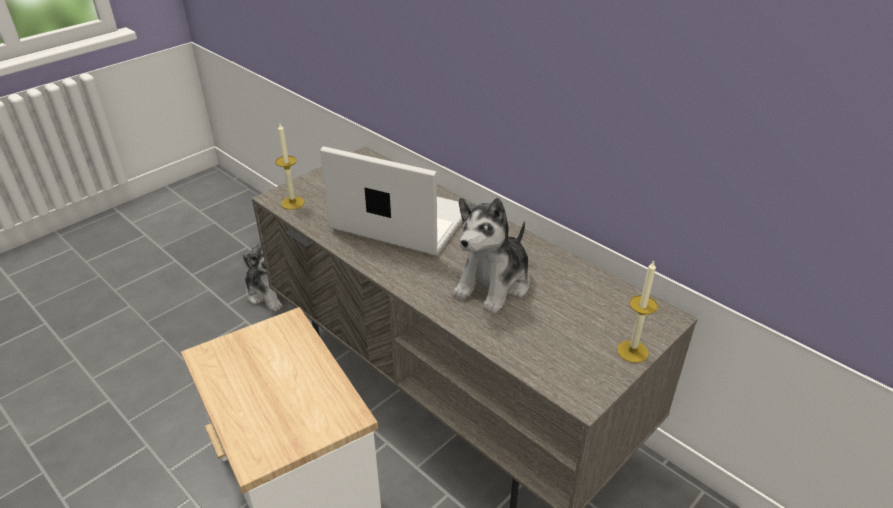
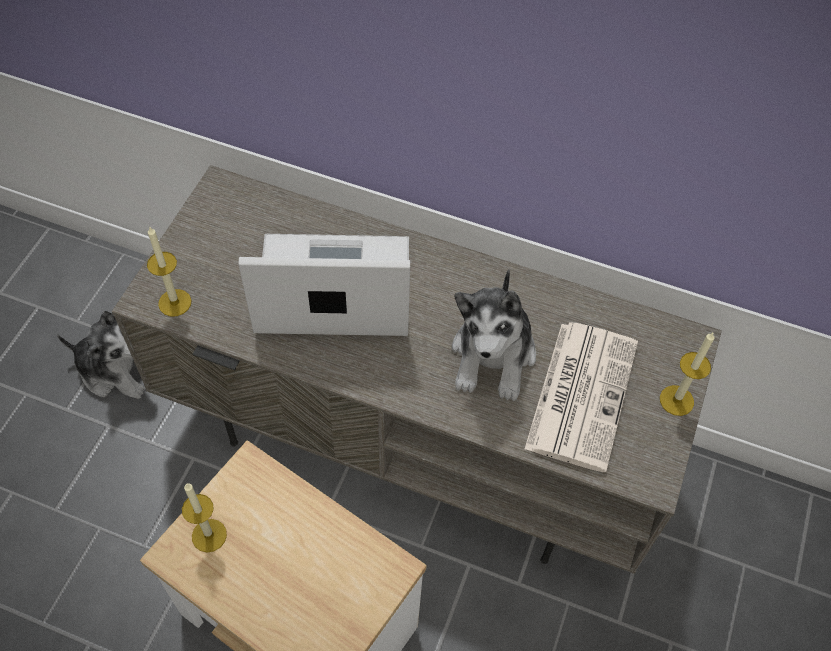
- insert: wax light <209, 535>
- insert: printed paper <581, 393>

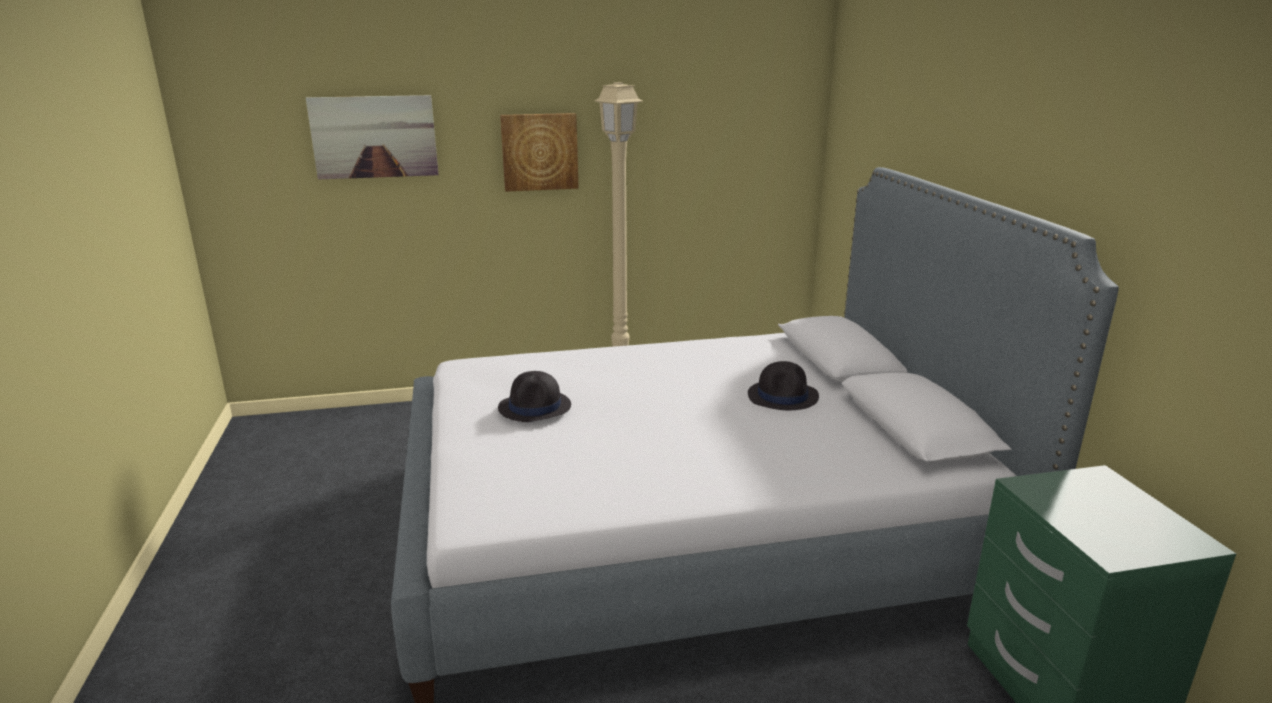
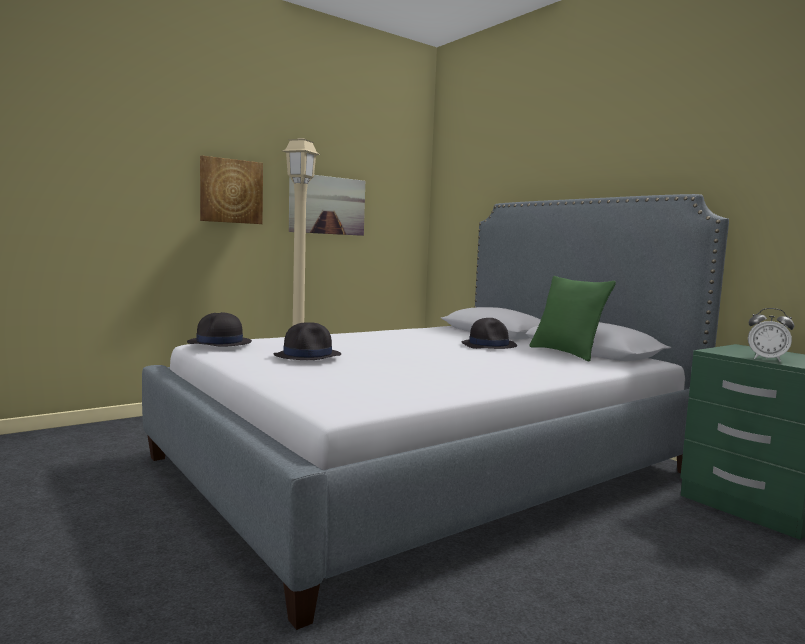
- move: wall picture <374, 137> to <327, 205>
- insert: blackish clothing hat <219, 343>
- insert: greenish throw pillow <566, 353>
- insert: alarm clock <766, 359>

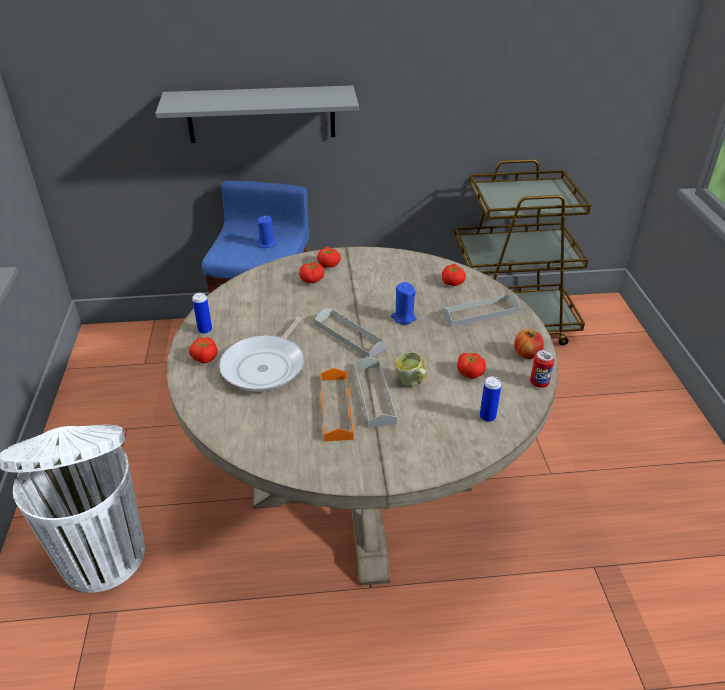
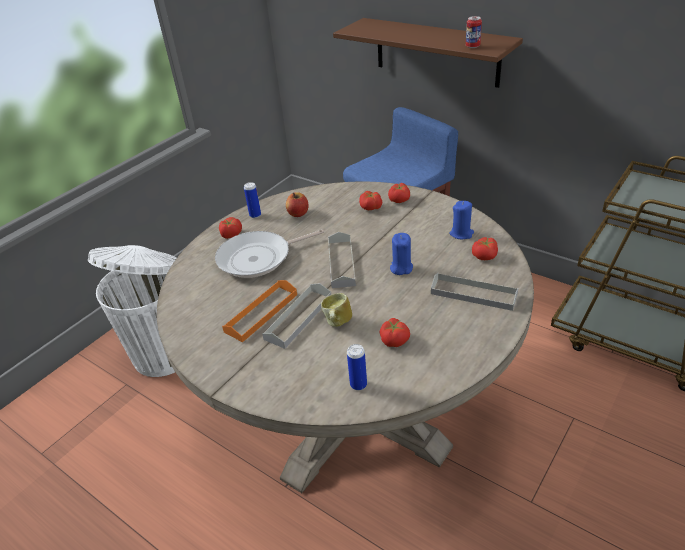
- recolor: gray wall shelf <261, 114> to brown wall shelf <436, 52>
- move: blue-coloured wax light <267, 244> to <461, 233>
- move: apple fruit <527, 354> to <298, 213>
- move: can <539, 383> to <472, 46>

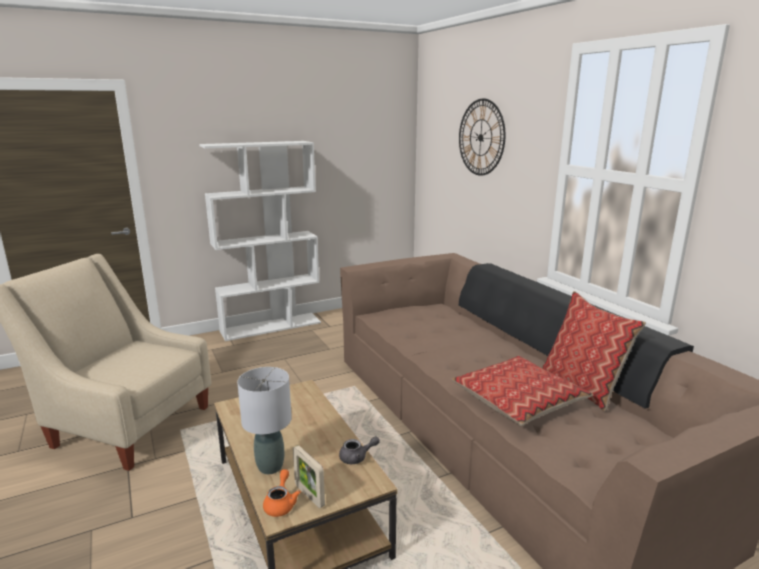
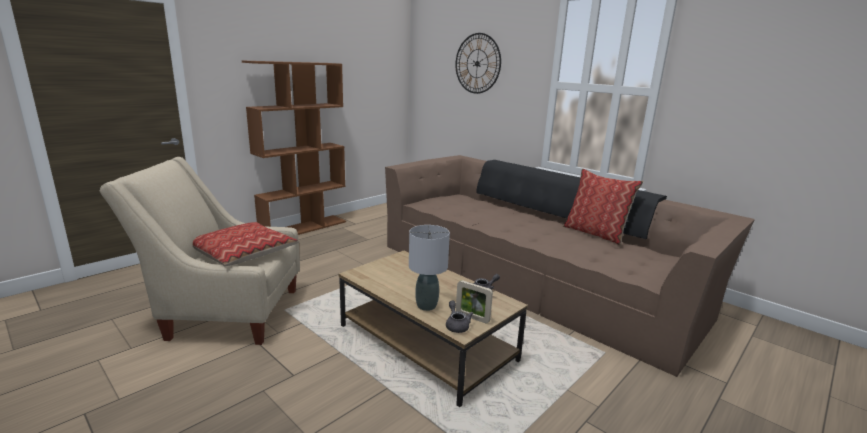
- recolor: whitish shelving unit <271, 326> to brown shelving unit <304, 228>
- recolor: orange-coloured tea pot <281, 503> to gray tea pot <456, 325>
- move: throw pillow <519, 400> to <243, 253>

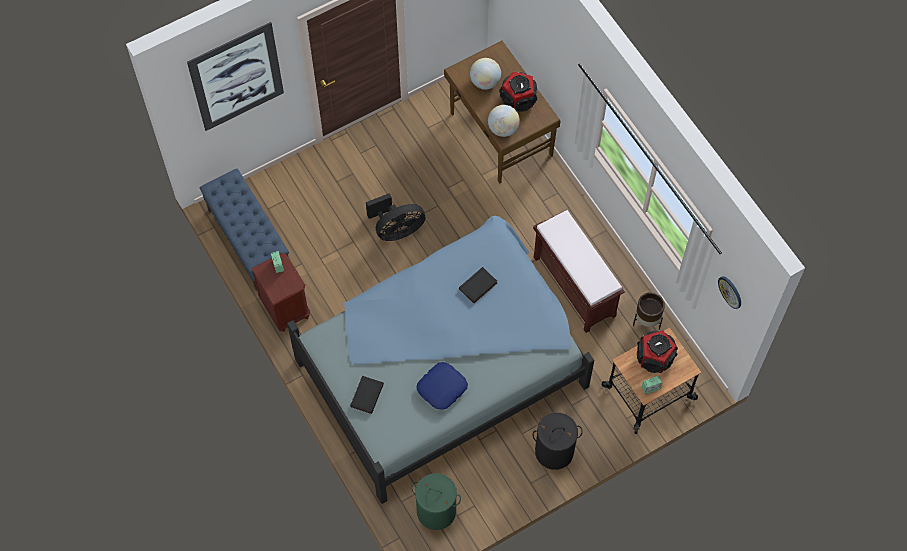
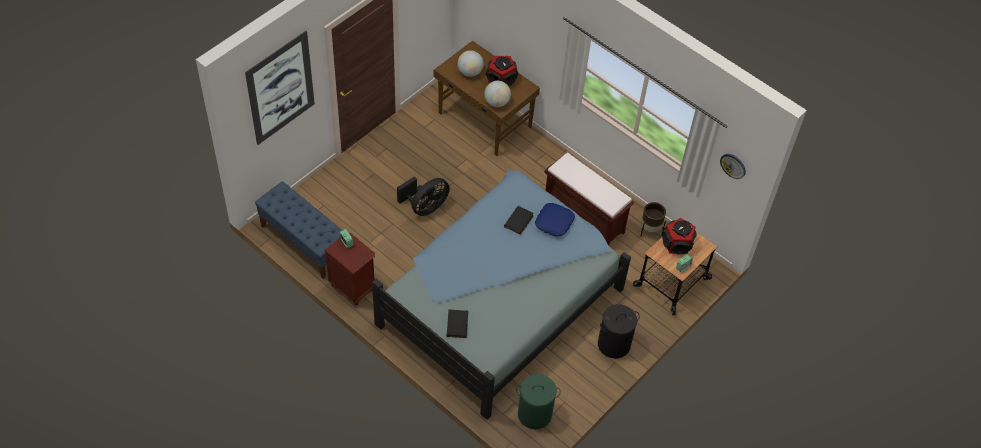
- move: blue-coloured throw pillow <441, 387> to <554, 222>

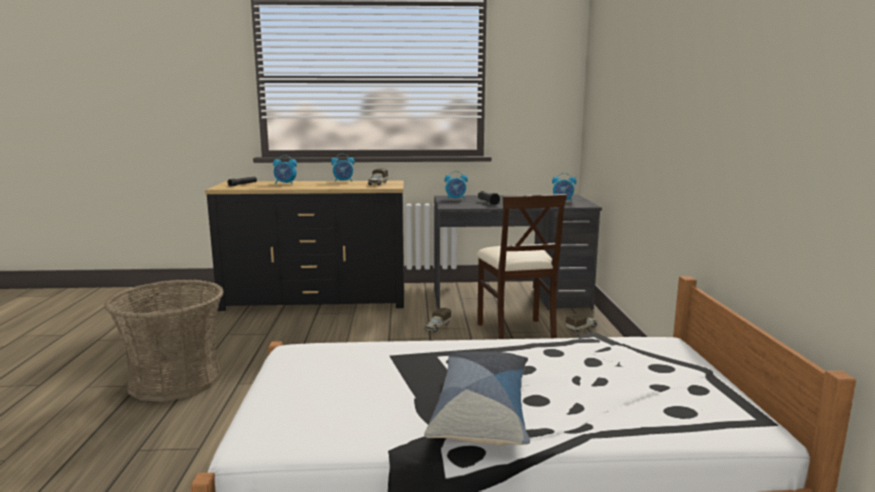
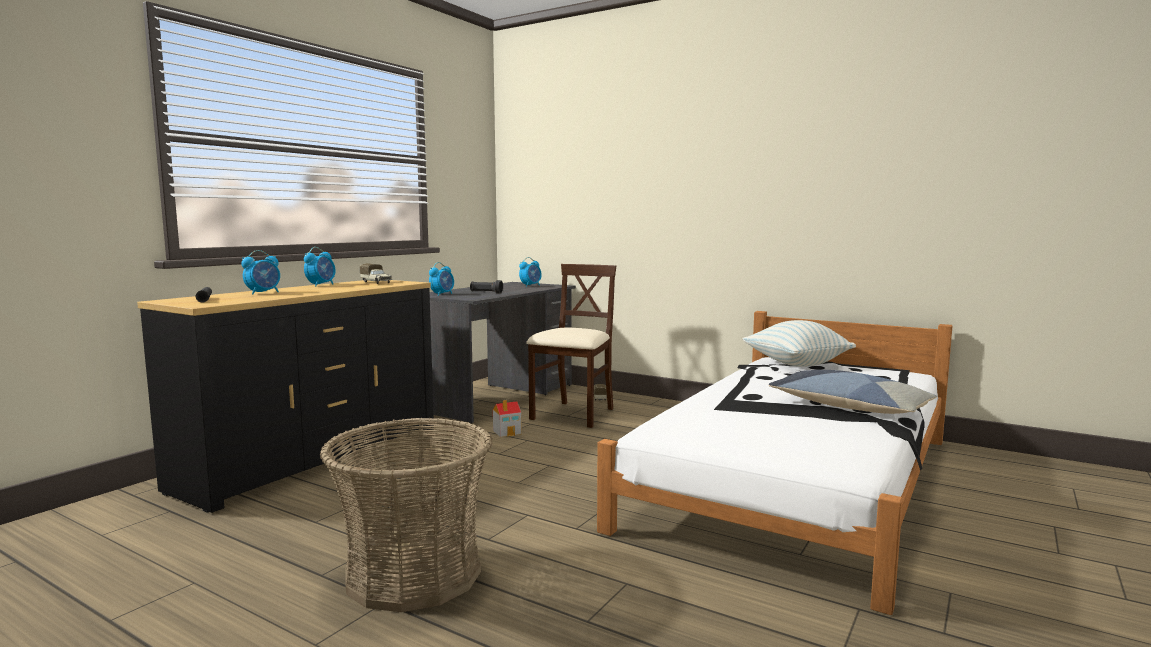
- replace: toy truck <437, 327> to miniature house <507, 432>
- rotate: beige plain chair <516, 333> = <574, 414> 90 degrees counterclockwise
- insert: throw pillow <796, 364>

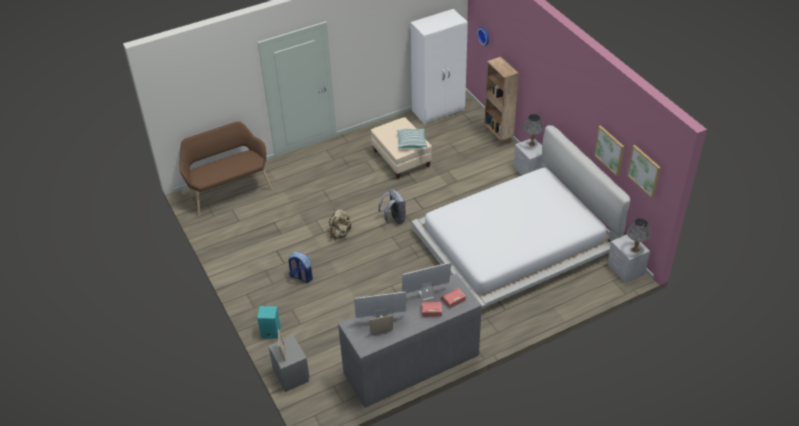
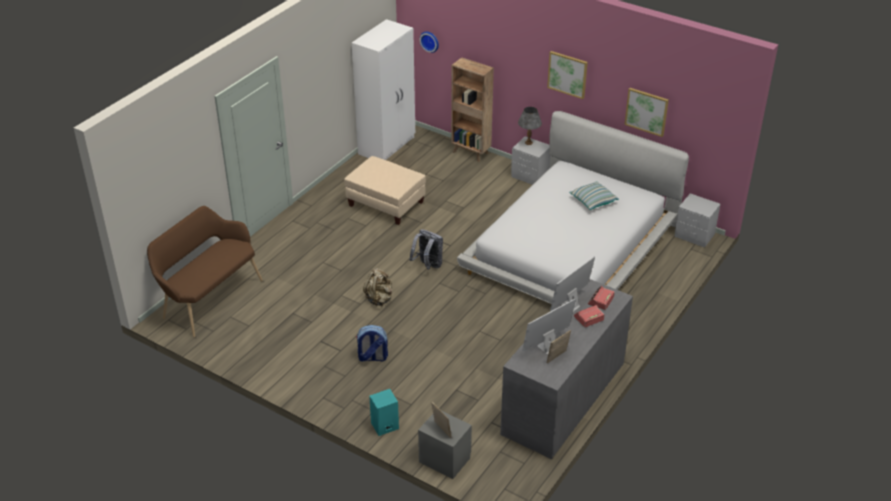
- move: throw pillow <411, 142> to <593, 201>
- move: wall picture <644, 171> to <567, 74>
- delete: gray tabletop lamp <635, 249>

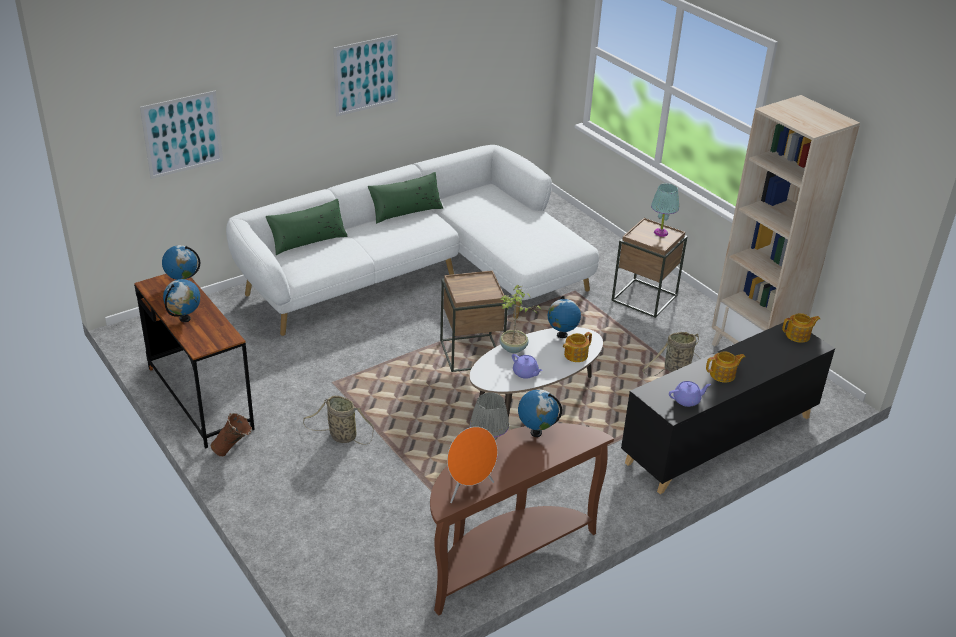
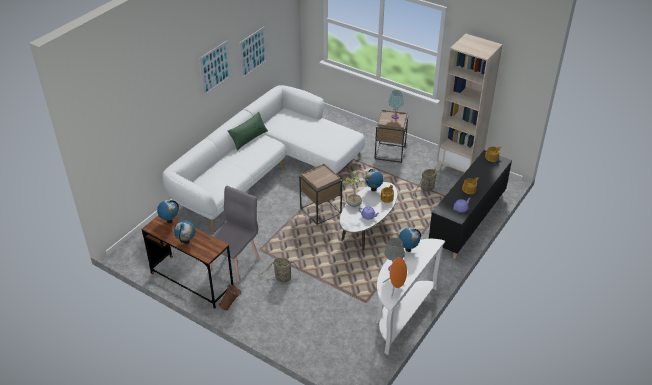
- move: wall picture <182, 134> to <253, 52>
- delete: greenish throw pillow <308, 241>
- recolor: brown hall table <504, 556> to whitish hall table <401, 314>
- insert: gray plain chair <235, 263>

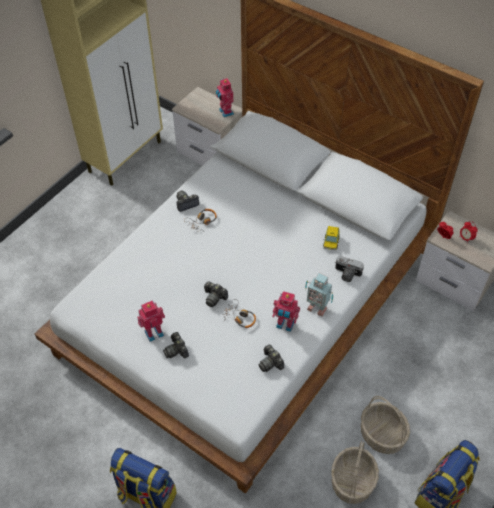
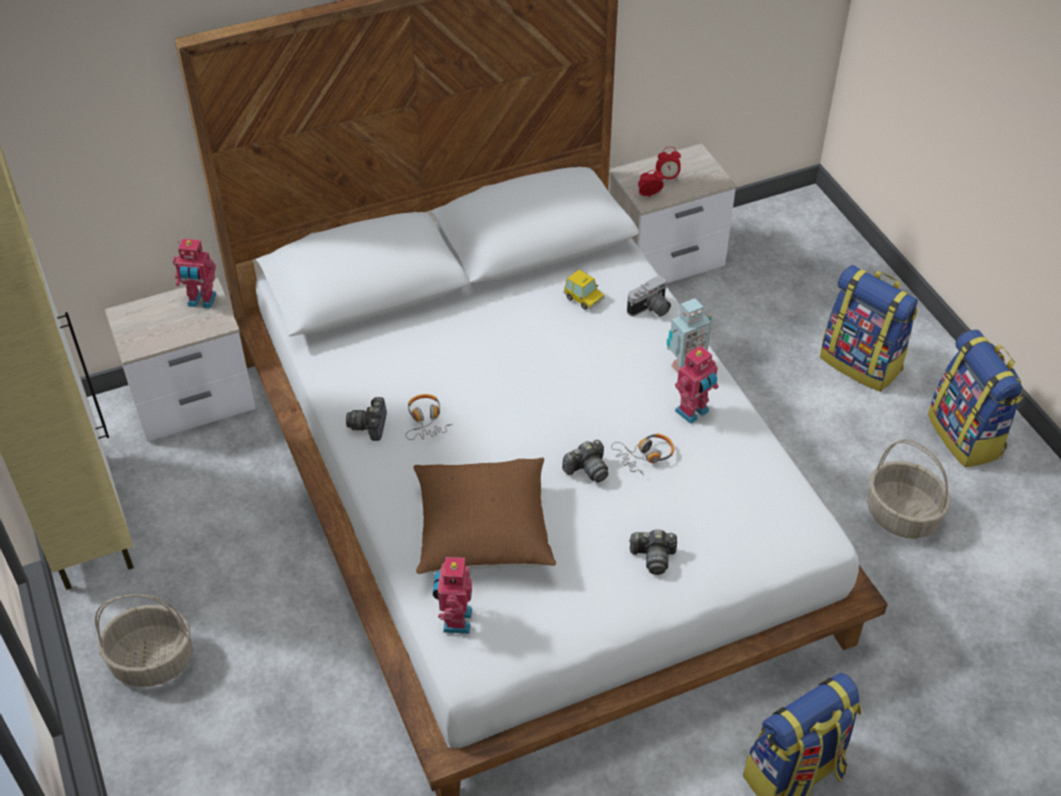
- move: toy robot <153, 332> to <454, 620>
- delete: photo camera <270, 363>
- move: storage basket <381, 434> to <152, 662>
- insert: brown throw pillow <483, 532>
- insert: rucksack <862, 363>

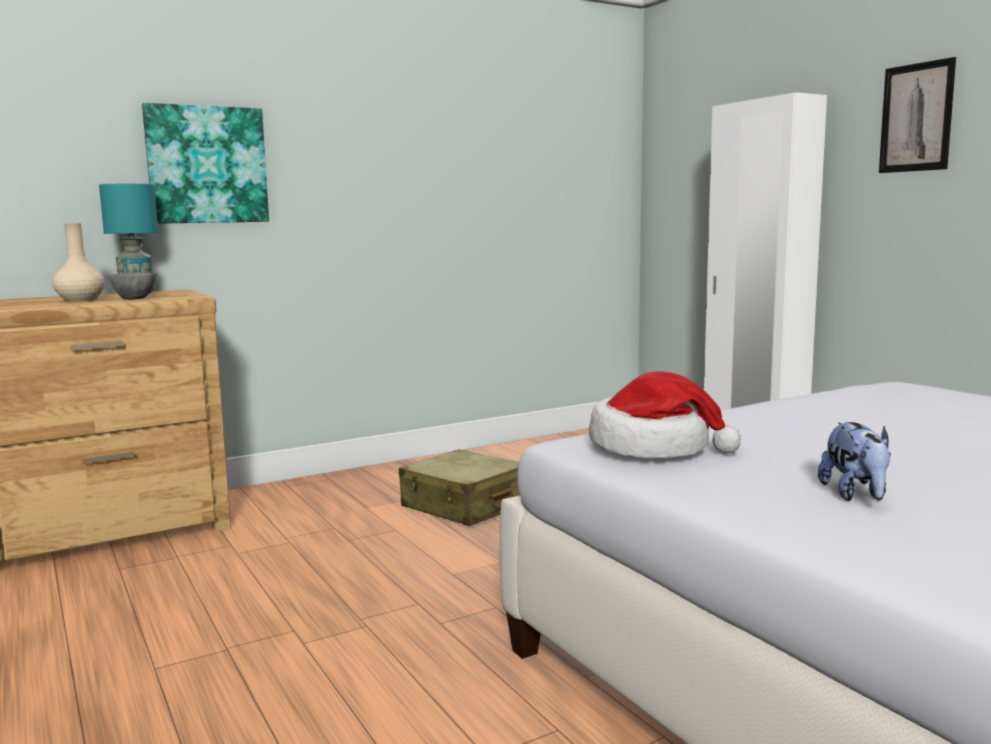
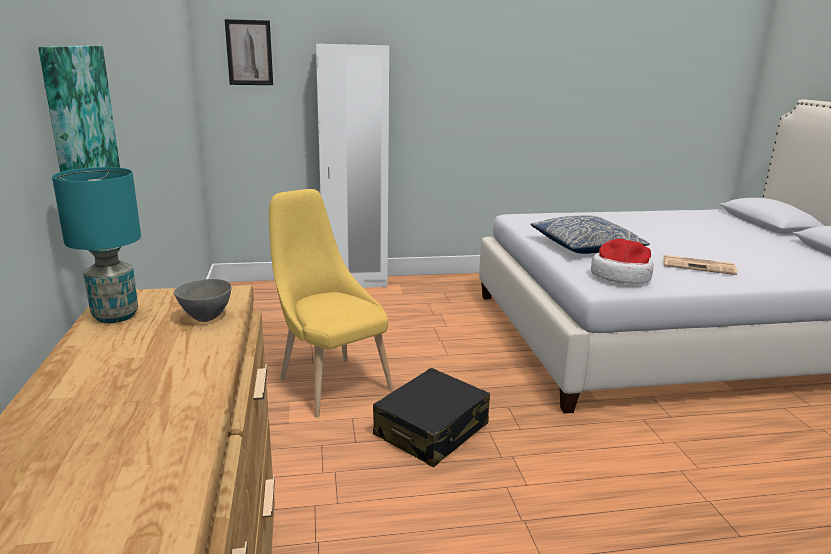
- delete: beige flower vase <80, 300>
- replace: beige travel case <465, 506> to yellow plain chair <330, 382>
- replace: cuddly toy <856, 495> to printed paper <699, 266>
- move: wall picture <916, 117> to <249, 53>
- insert: blackish travel case <432, 430>
- insert: throw pillow <585, 246>

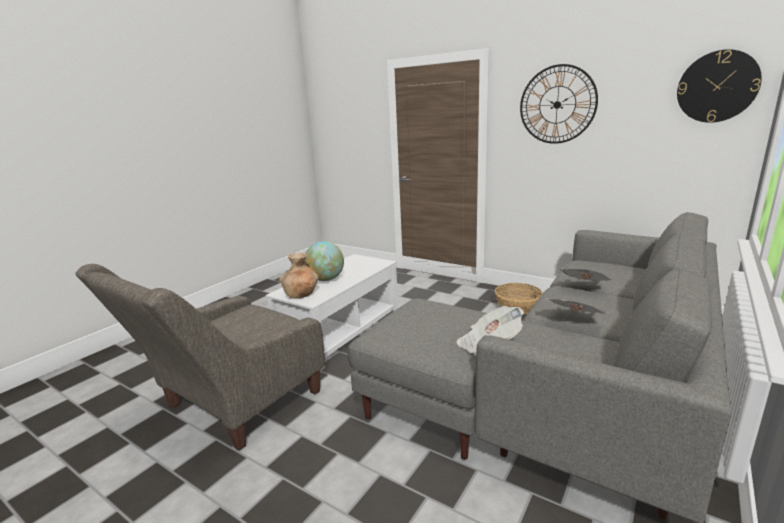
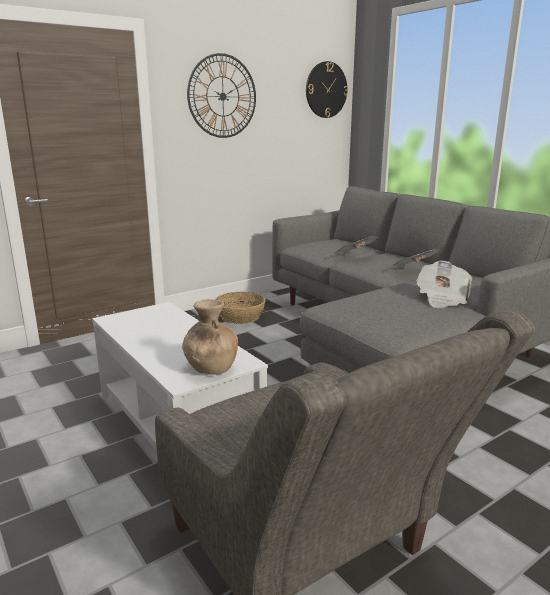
- delete: globe <325, 279>

